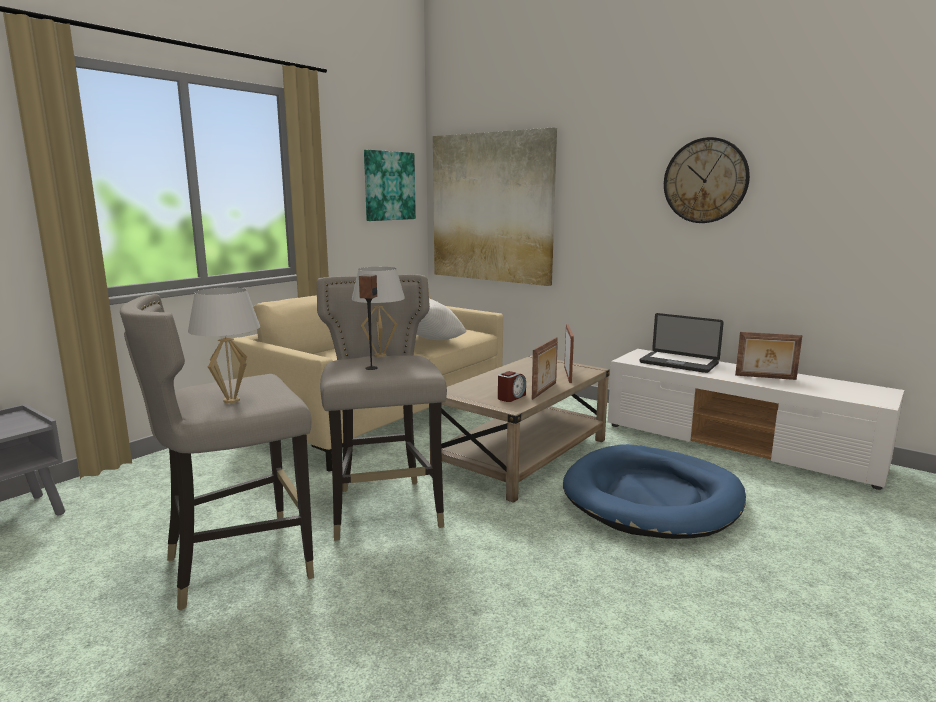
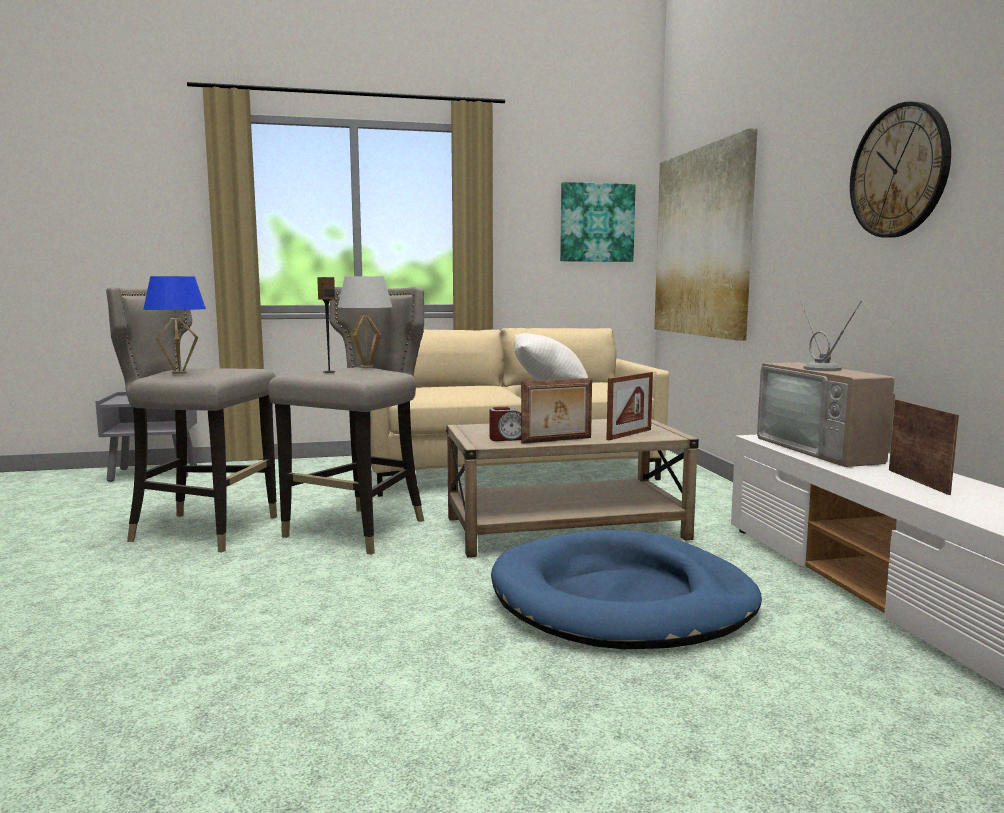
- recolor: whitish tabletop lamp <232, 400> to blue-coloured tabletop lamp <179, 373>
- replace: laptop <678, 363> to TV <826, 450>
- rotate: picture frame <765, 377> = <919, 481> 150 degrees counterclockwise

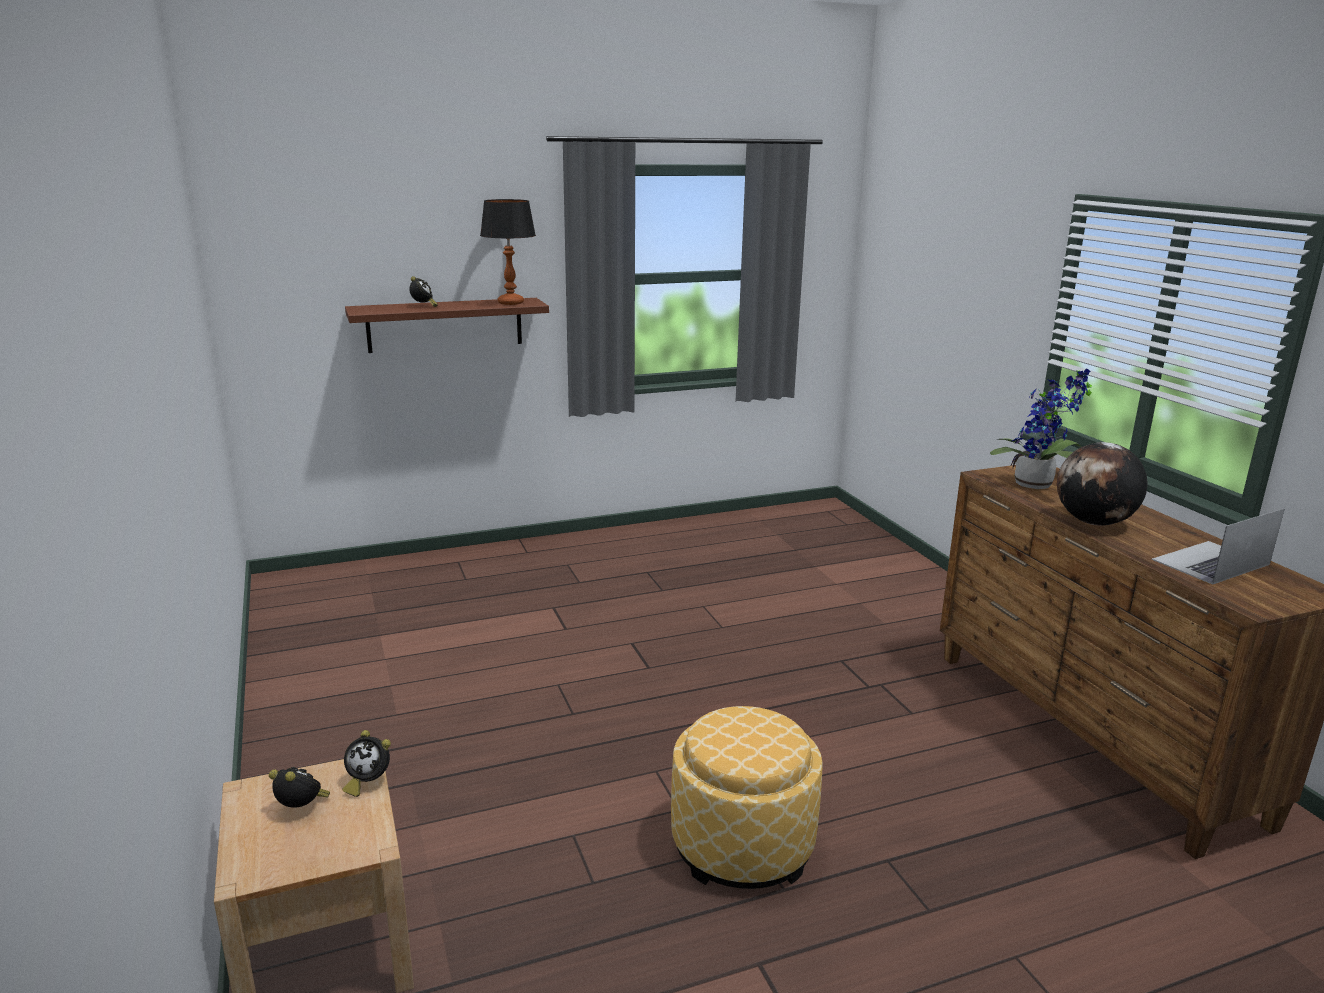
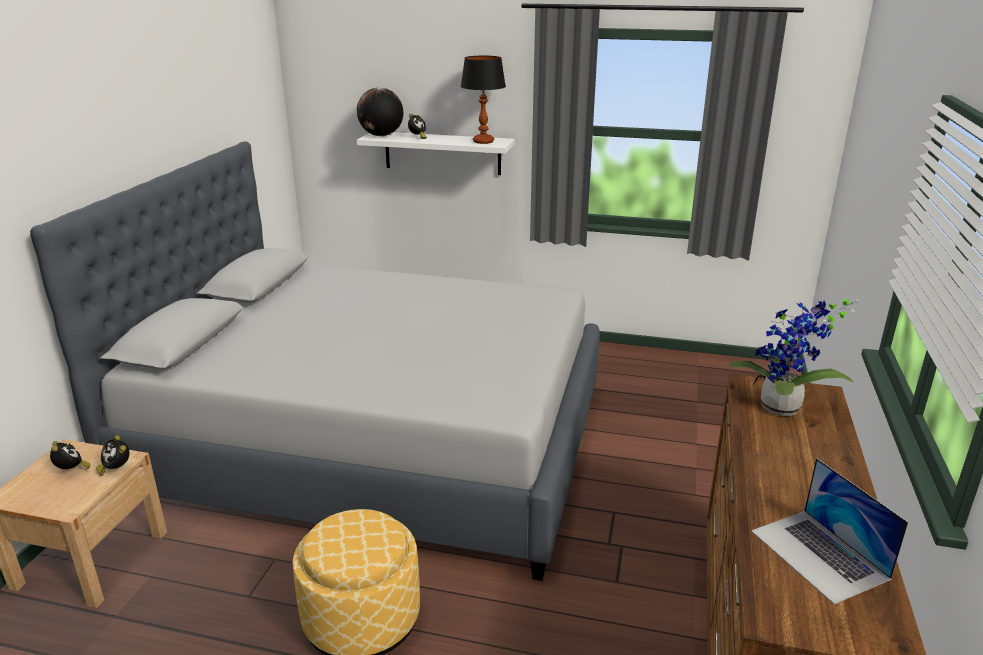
- recolor: brown wall shelf <445, 325> to whitish wall shelf <442, 153>
- move: globe <1094, 522> to <381, 135>
- rotate: laptop <1210, 562> = <819, 554> 120 degrees counterclockwise
- insert: gray bed <375, 441>

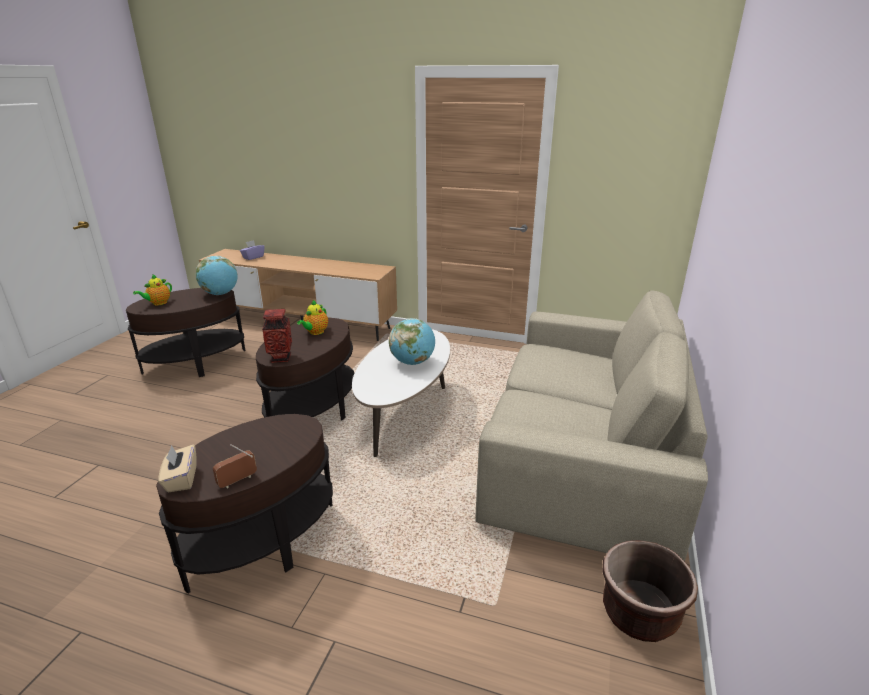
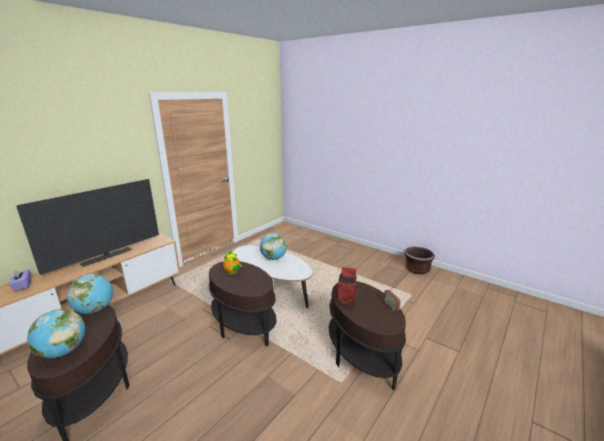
- replace: tea pot <158, 303> to globe <63, 351>
- delete: beige box of tissues <181, 479>
- move: flower vase <280, 358> to <345, 303>
- delete: beige settee <581, 453>
- insert: TV <107, 256>

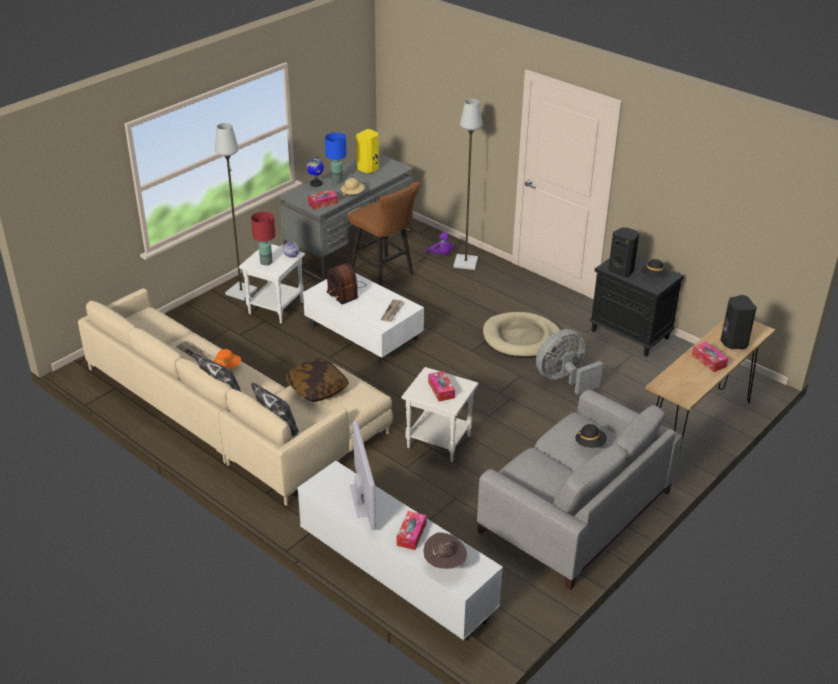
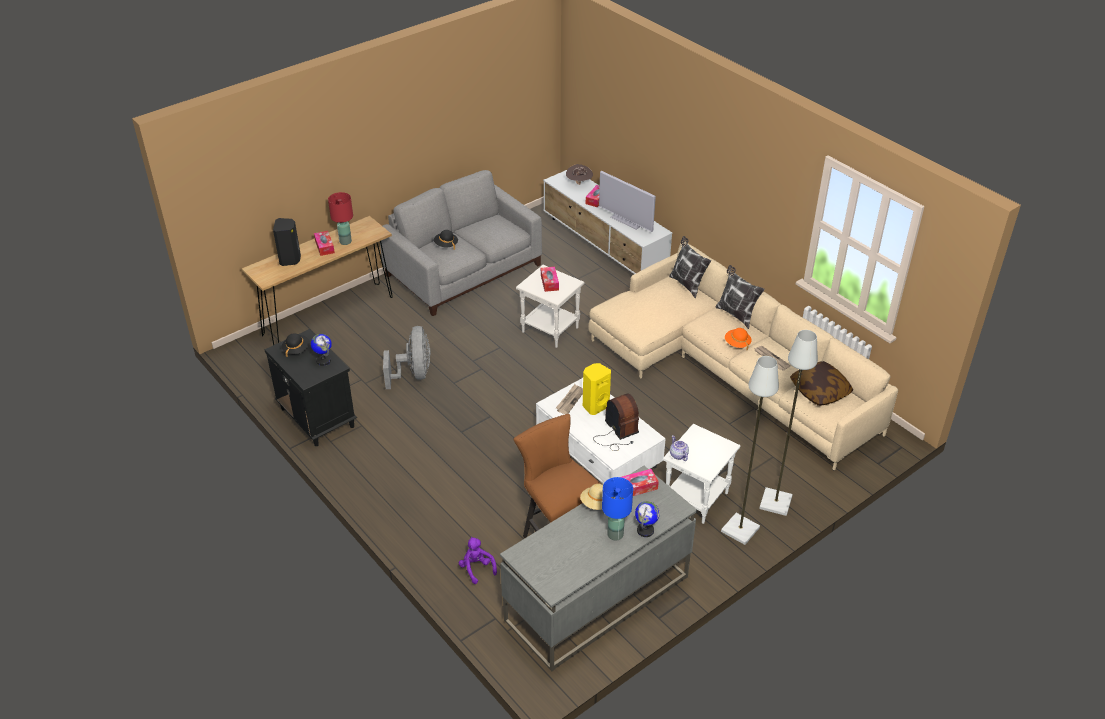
- move: reddish tabletop lamp <266, 262> to <345, 242>
- move: throw pillow <317, 388> to <820, 391>
- rotate: TV <361, 500> = <626, 220> 45 degrees counterclockwise
- move: yellow audio speaker <368, 169> to <595, 406>
- move: gray standing lamp <465, 262> to <776, 503>
- delete: beige dog bed <522, 339>
- rotate: gray fan <564, 379> = <414, 374> 75 degrees counterclockwise
- replace: blackish audio speaker <622, 270> to globe <323, 360>

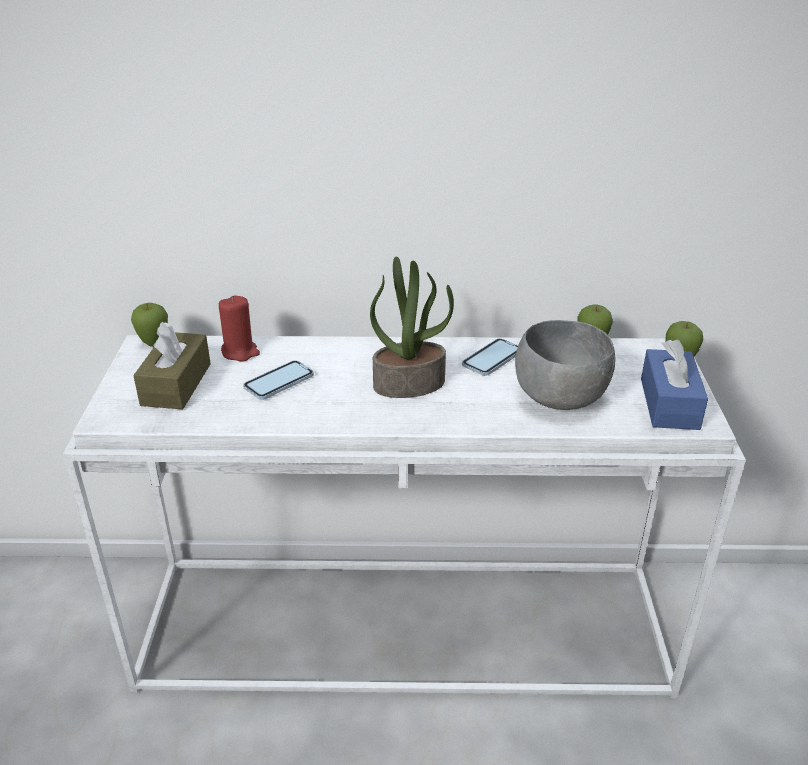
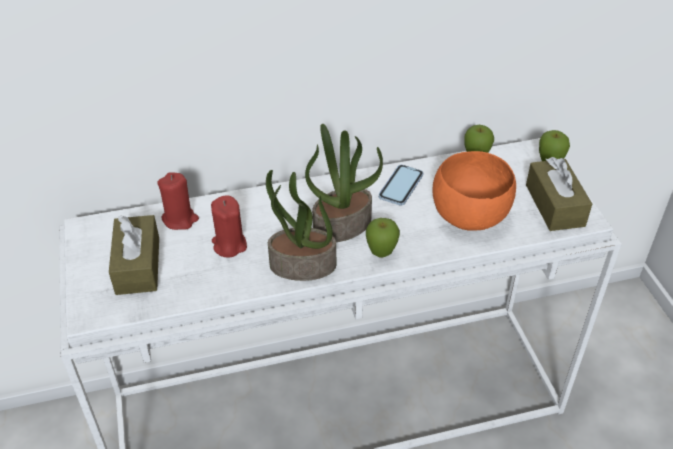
- move: apple fruit <154, 344> to <381, 254>
- replace: phone <279, 382> to reddish wax light <229, 245>
- recolor: gray serving bowl <560, 397> to orange-coloured serving bowl <470, 216>
- recolor: blue-coloured box of tissues <669, 403> to brown box of tissues <554, 205>
- insert: potted plant <302, 266>

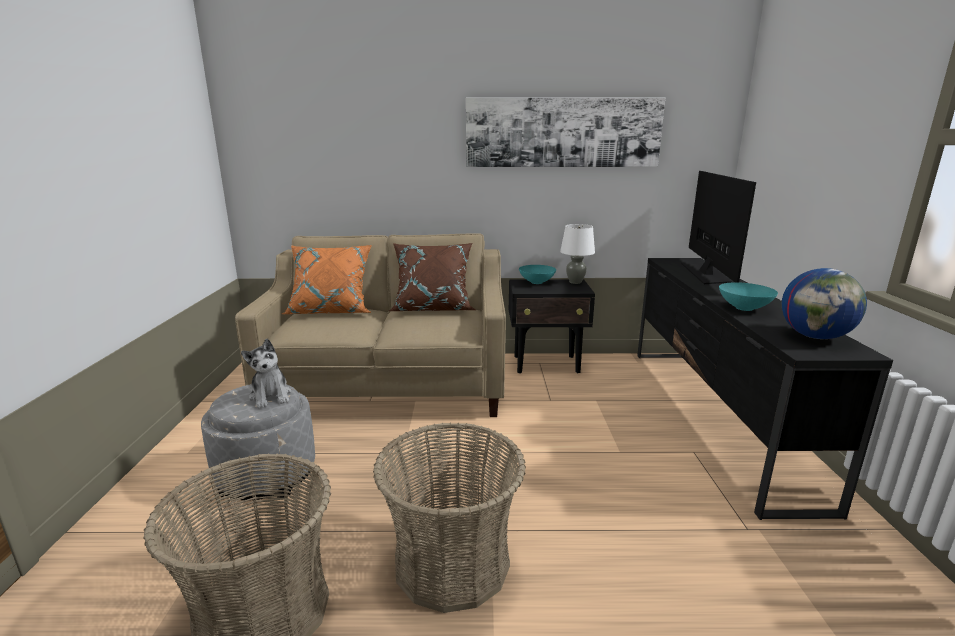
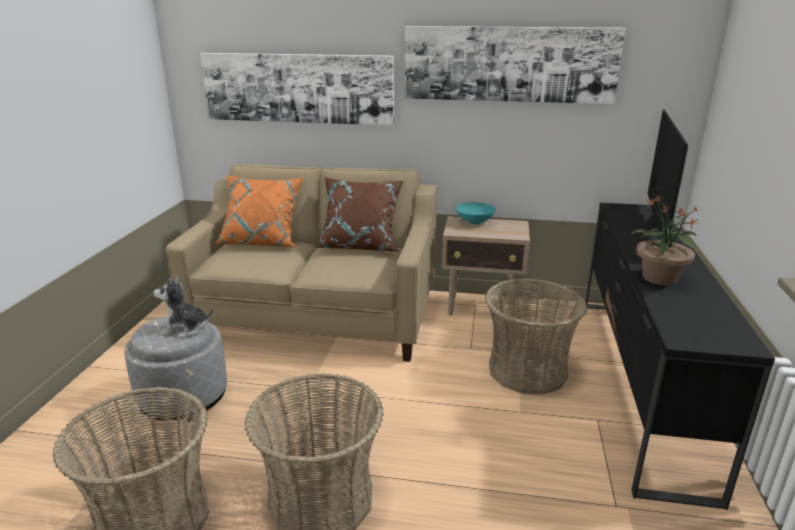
- rotate: cuddly toy <271, 396> = <185, 329> 105 degrees clockwise
- recolor: blackish side table <547, 365> to beige side table <482, 308>
- delete: whitish tabletop lamp <575, 282>
- replace: blue-green serving bowl <743, 308> to potted plant <659, 278>
- delete: globe <815, 336>
- insert: wall picture <297, 88>
- insert: storage basket <527, 371>

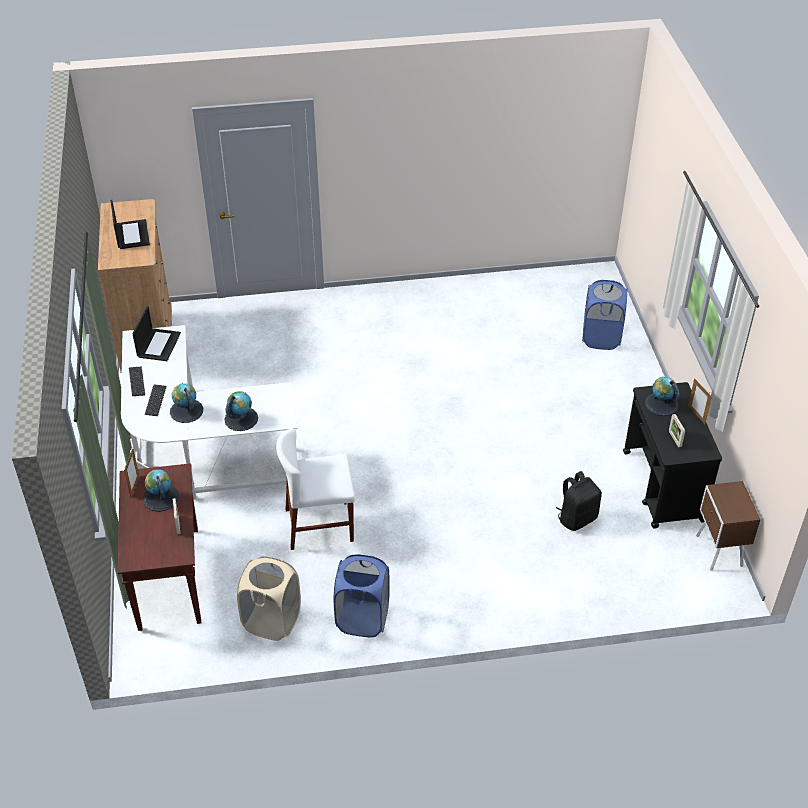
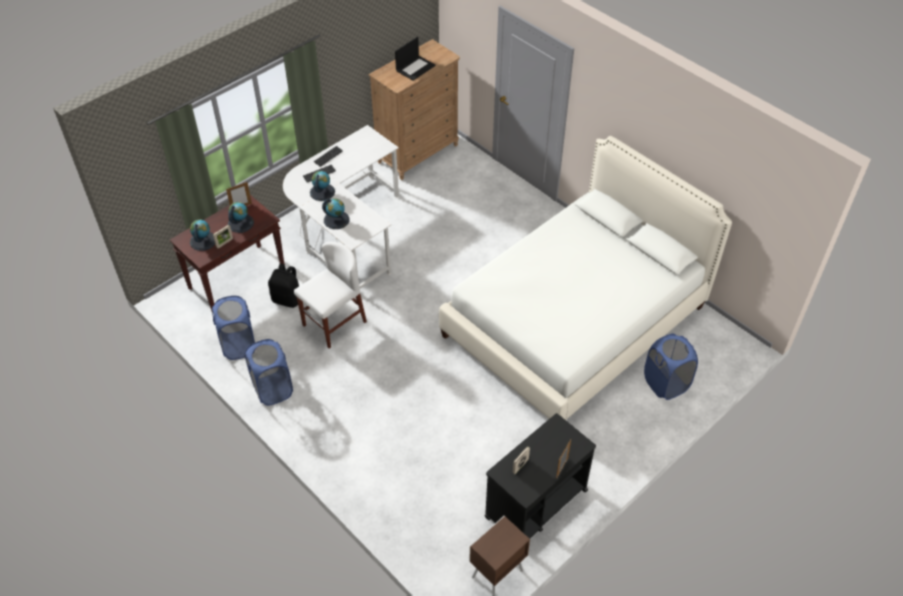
- delete: laptop <158, 344>
- recolor: beige laundry basket <272, 621> to blue-coloured laundry basket <239, 345>
- rotate: whitish plain chair <319, 525> = <334, 323> 90 degrees clockwise
- move: blackish rucksack <577, 518> to <288, 299>
- move: globe <661, 404> to <203, 241>
- insert: whitish bed <575, 321>

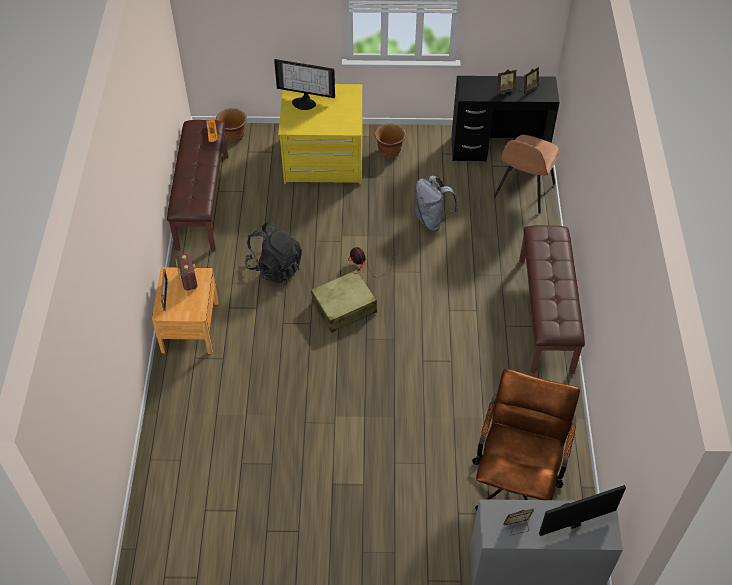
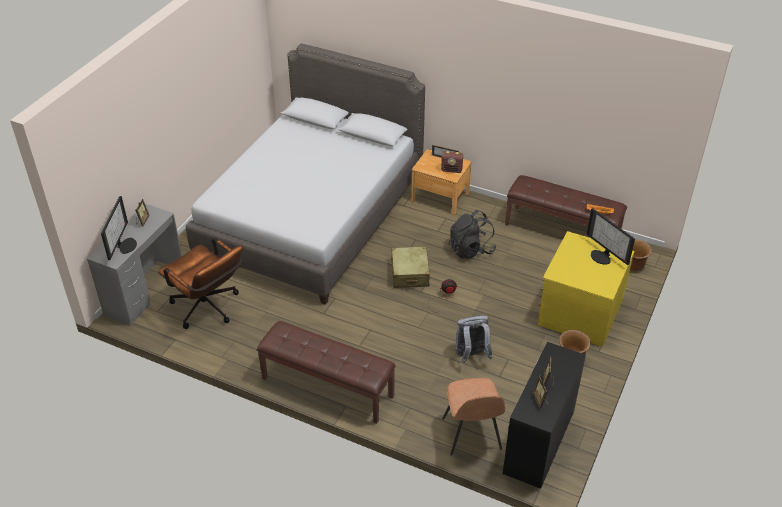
- rotate: computer display <305, 102> = <602, 256> 75 degrees counterclockwise
- rotate: brown plain chair <523, 192> = <471, 435> 150 degrees counterclockwise
- insert: gray bed <311, 217>

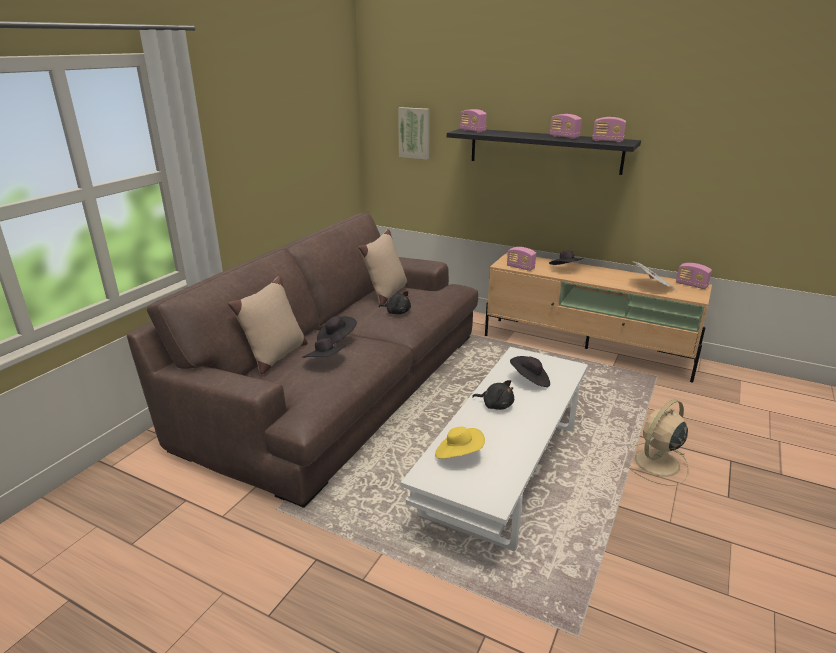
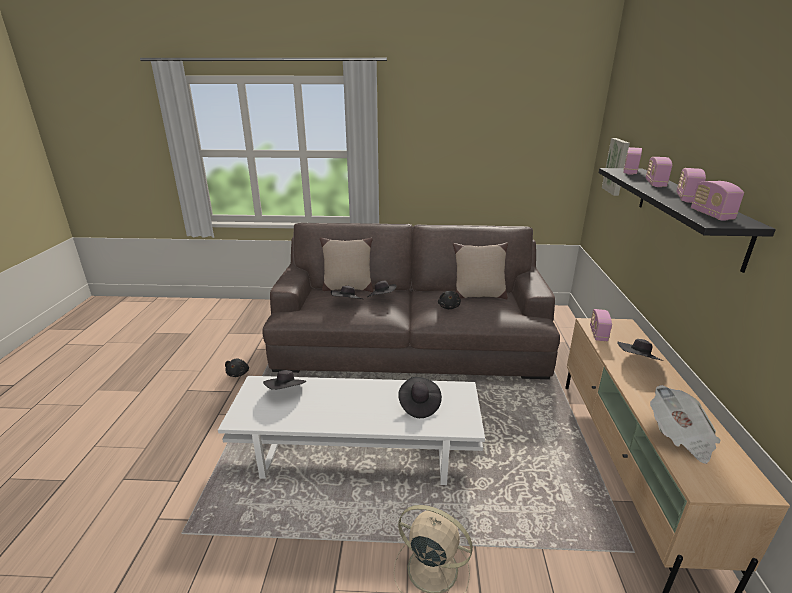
- recolor: yellow clothing hat <459, 455> to blackish clothing hat <286, 391>
- move: blackish cuddly toy <496, 405> to <238, 373>
- move: radio receiver <691, 285> to <655, 184>

